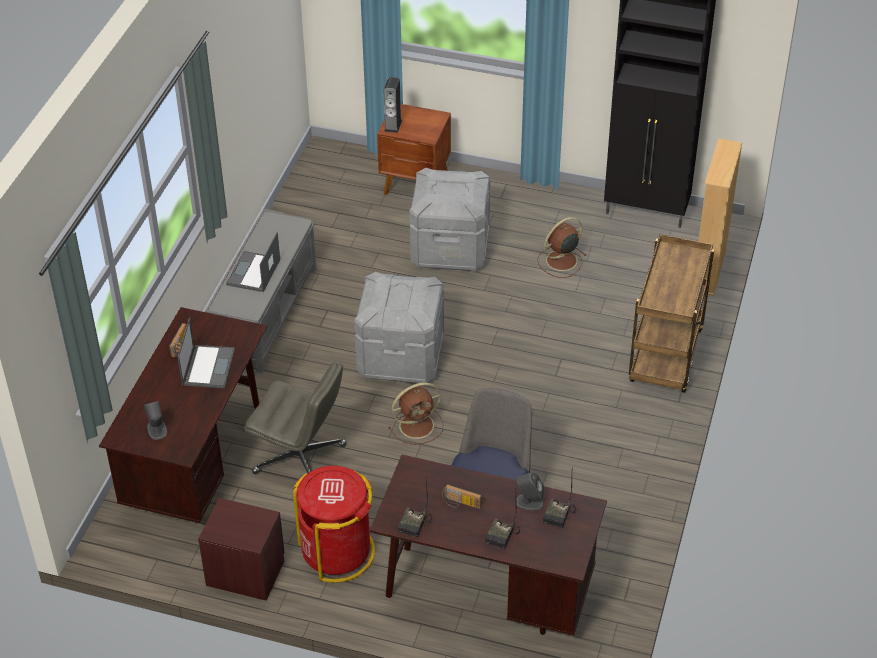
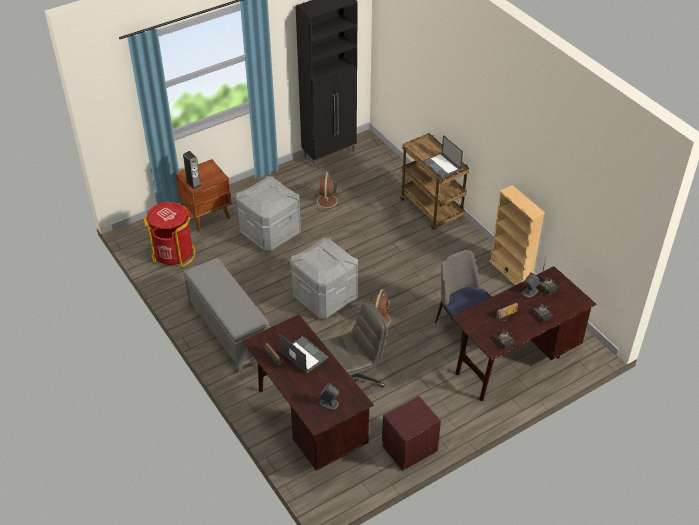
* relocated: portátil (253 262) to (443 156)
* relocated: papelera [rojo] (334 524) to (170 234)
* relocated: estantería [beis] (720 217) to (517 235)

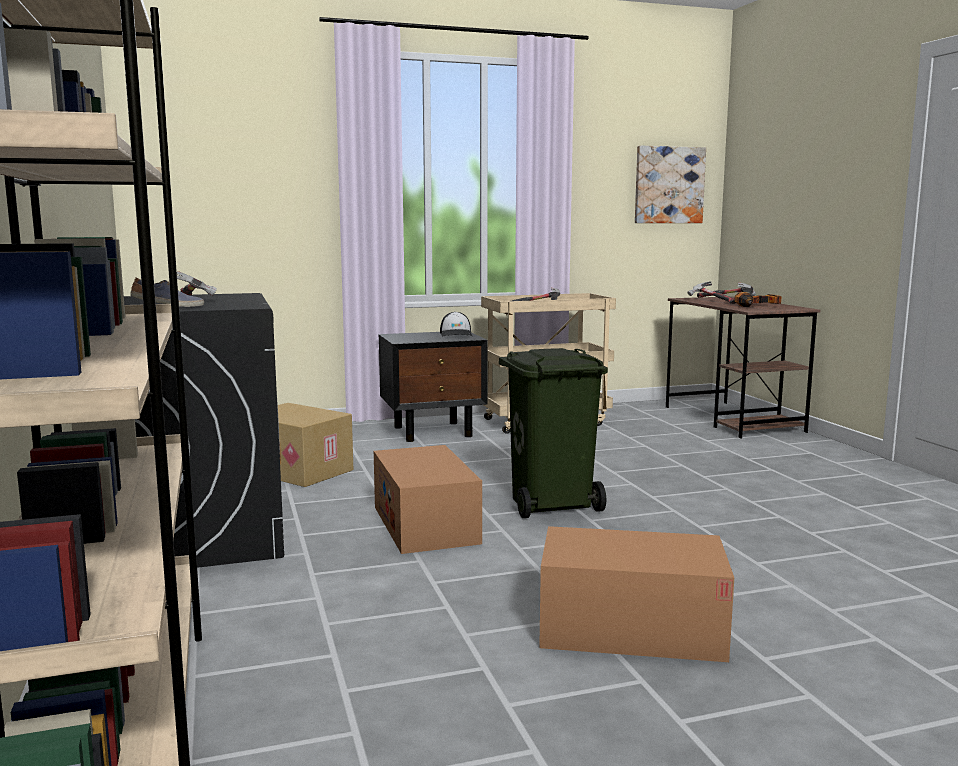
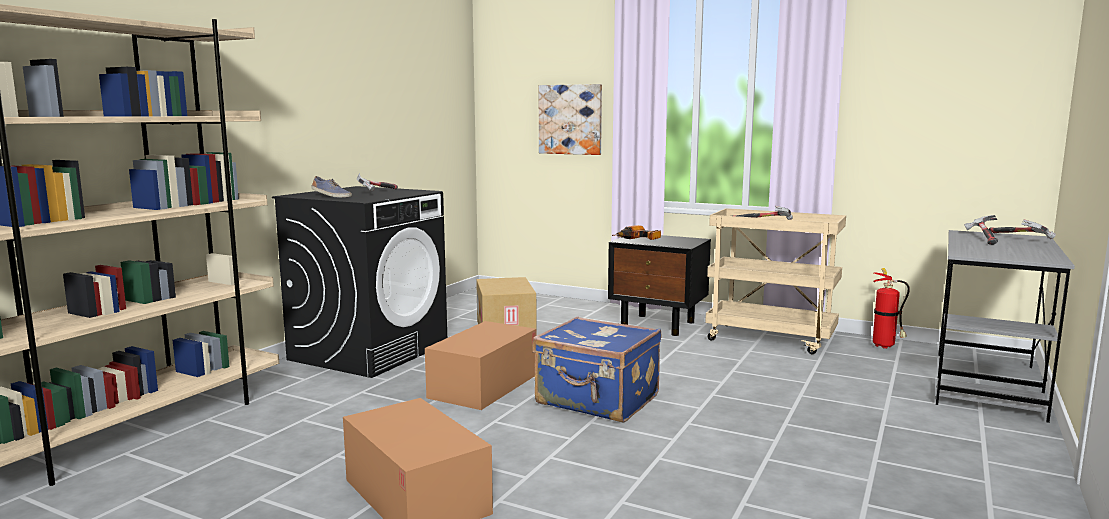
* missing: gorra (456 324)
* appeared: extintor (891 308)
* relocated: cuadro (670 184) to (570 119)
* relocated: taladro (758 299) to (636 232)
* exchanged: papelera [verde] (553 433) to maleta [azul] (596 369)
* colour: escritorio [marrón] (743 367) to escritorio [gris] (1005 326)

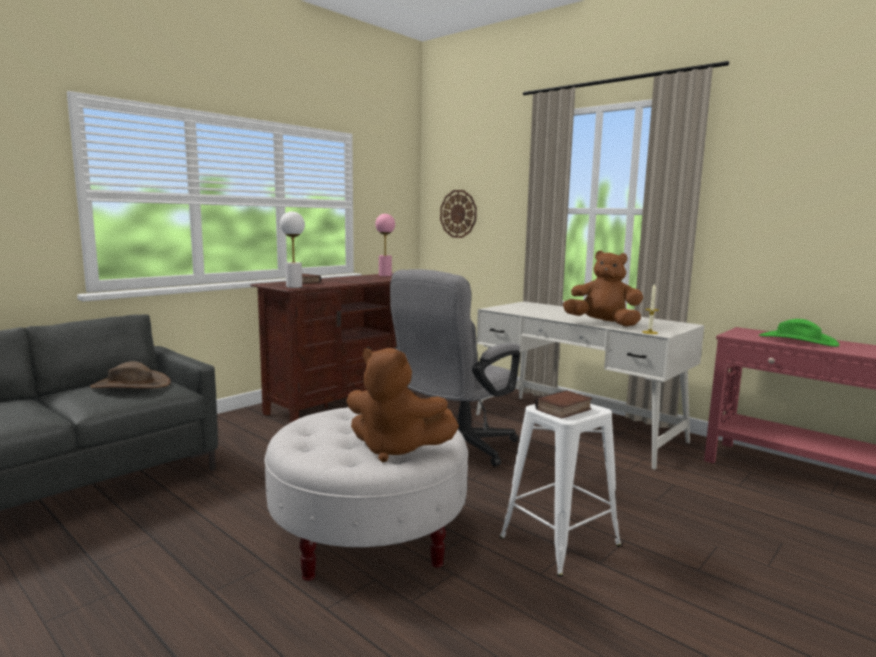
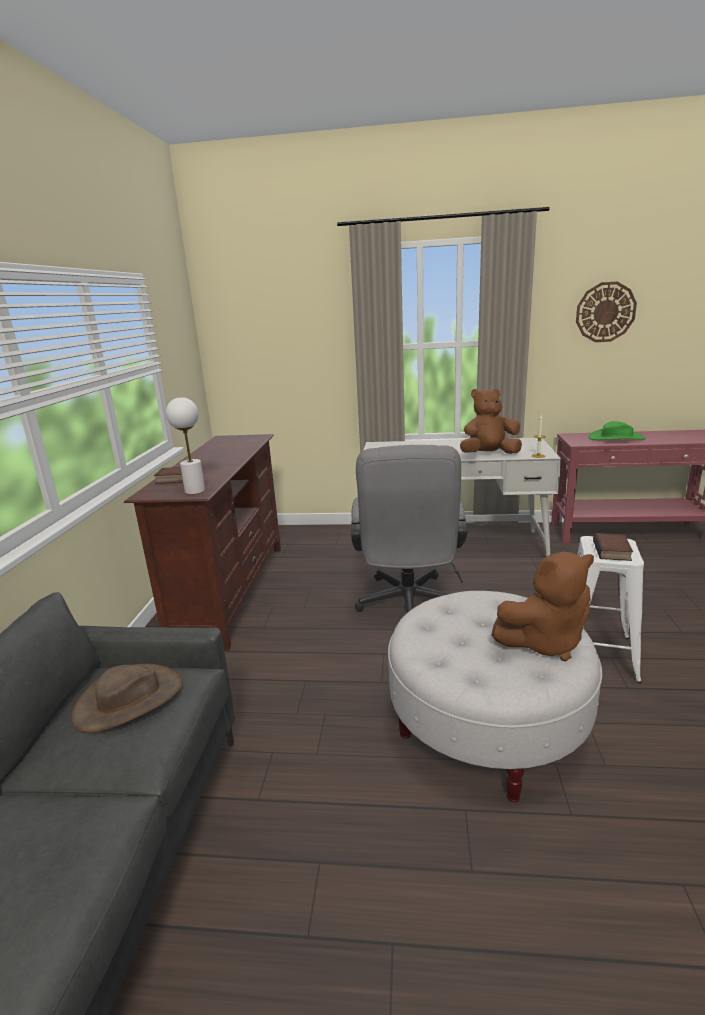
* missing: lámpara de mesa [rosa] (385 245)
* relocated: reloj de pared (458 214) to (606 312)

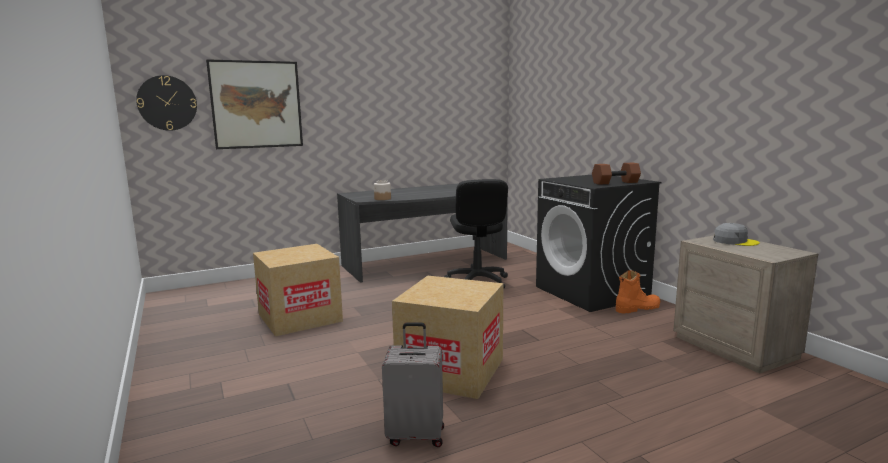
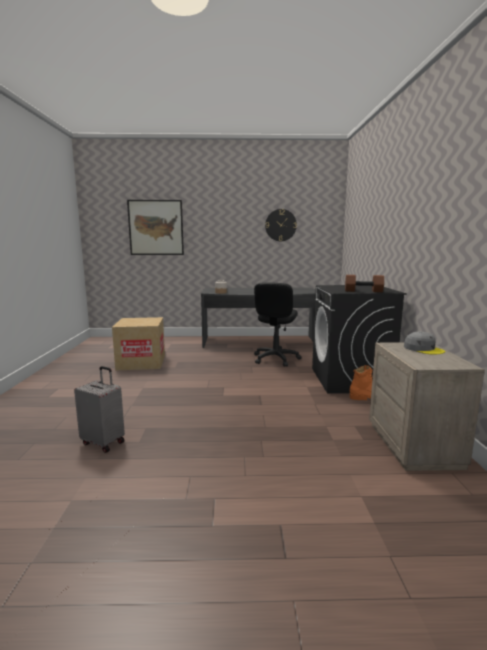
* missing: caja de cartón (447 337)
* relocated: reloj de pared (166 103) to (281 225)

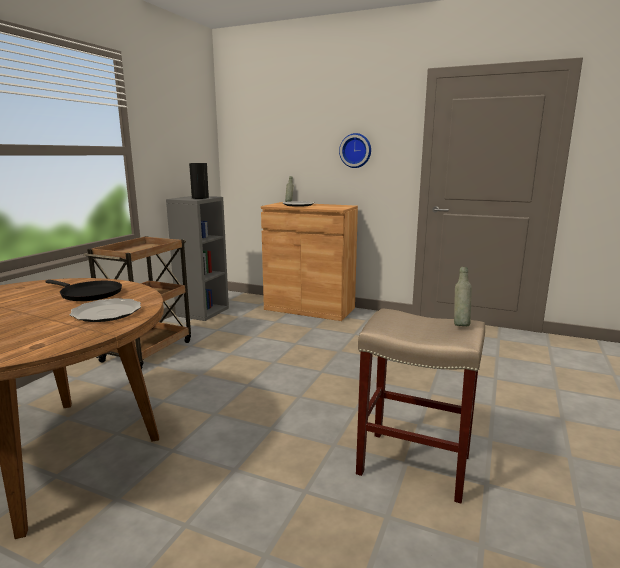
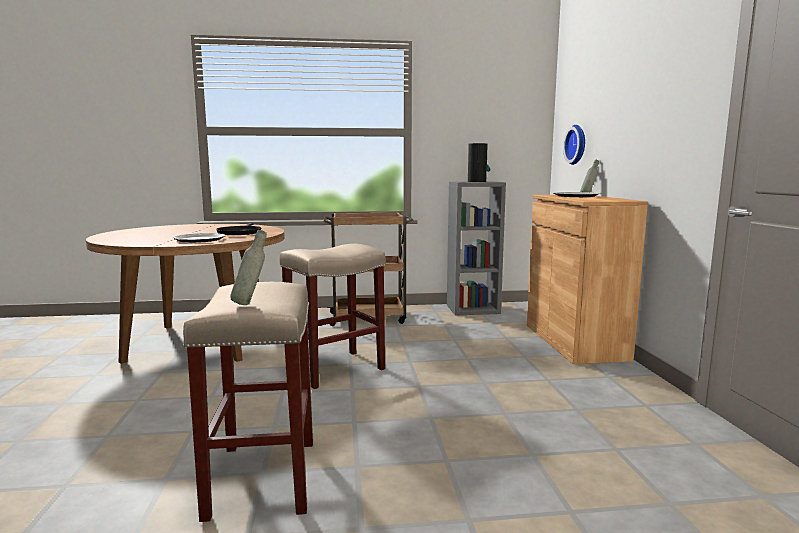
* appeared: taburete [beis] (333 316)
* relocated: reloj de pared (355 150) to (574 145)

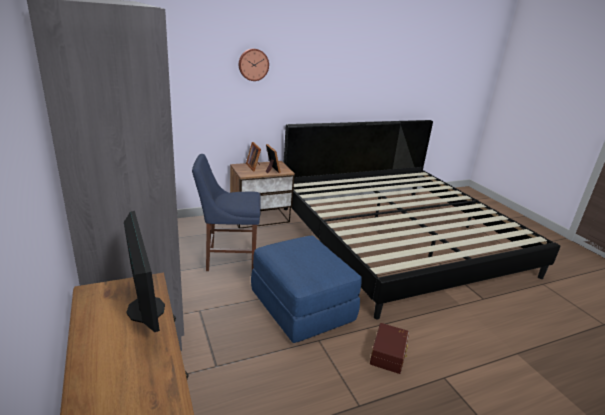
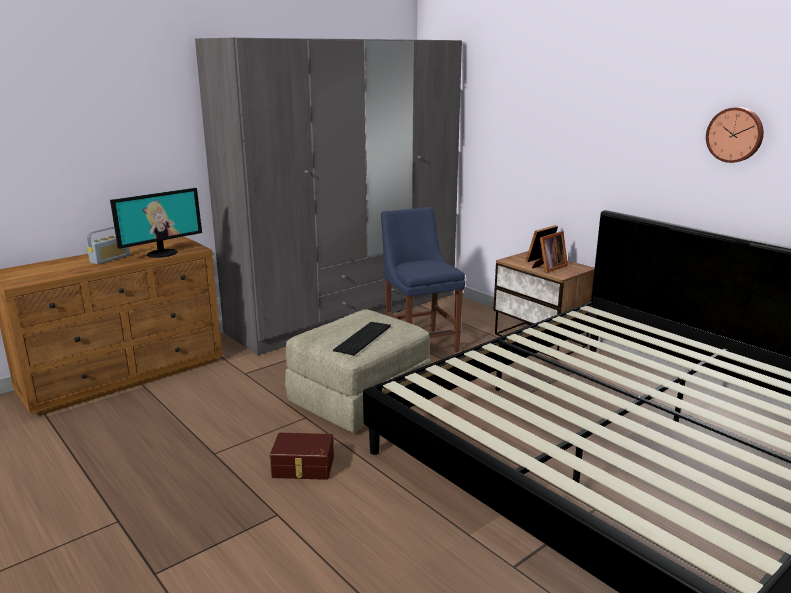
* appeared: radio (108 245)
* appeared: teclado (362 338)
* relocated: reloj de pared (254 65) to (735 135)
* colour: puf [azul] (306 289) to puf [beis] (358 370)

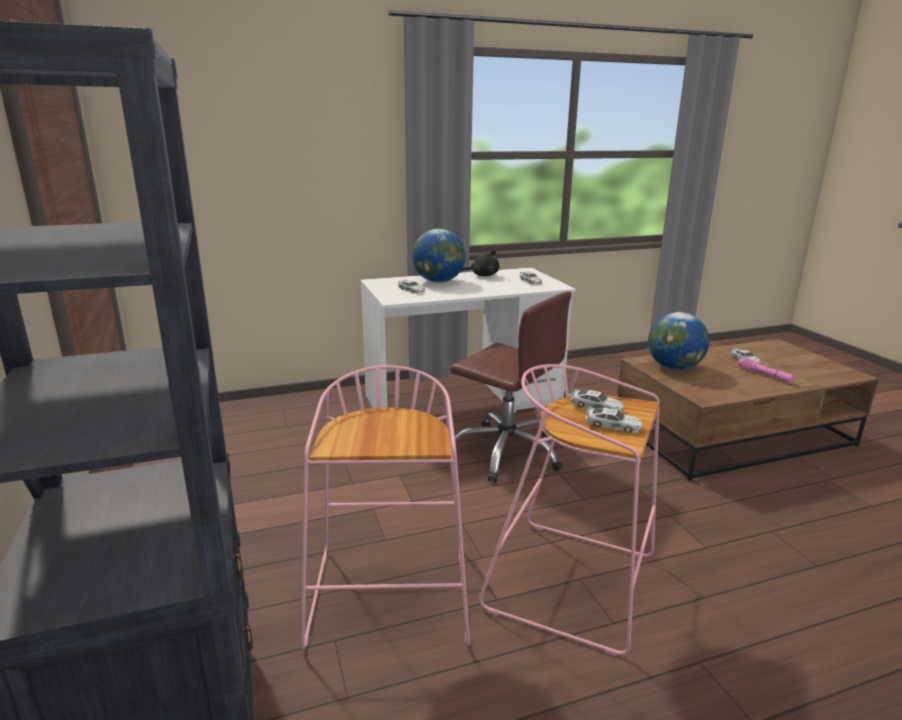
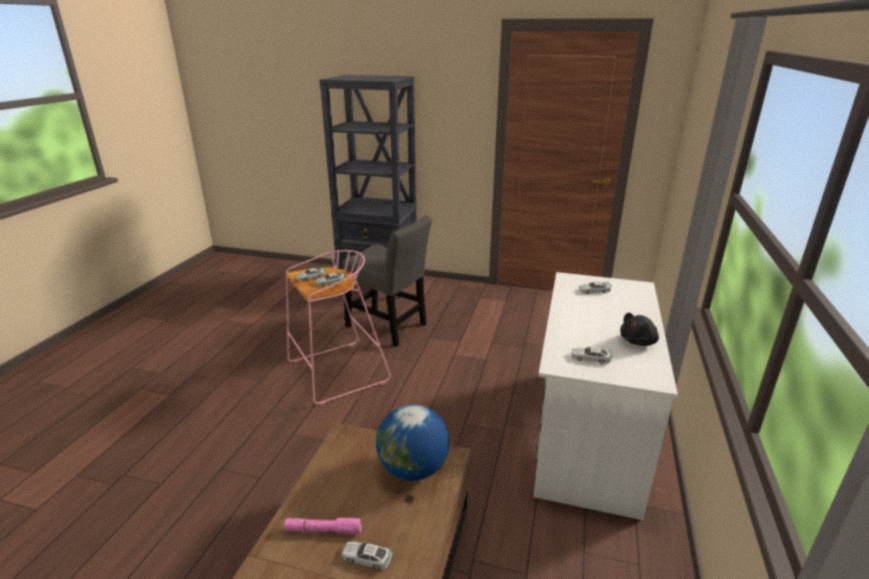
* missing: globo terráqueo (438 256)
* missing: silla de oficina [marrón] (511 386)
* exchanged: taburete [rosa] (385 507) to silla [gris] (387 281)

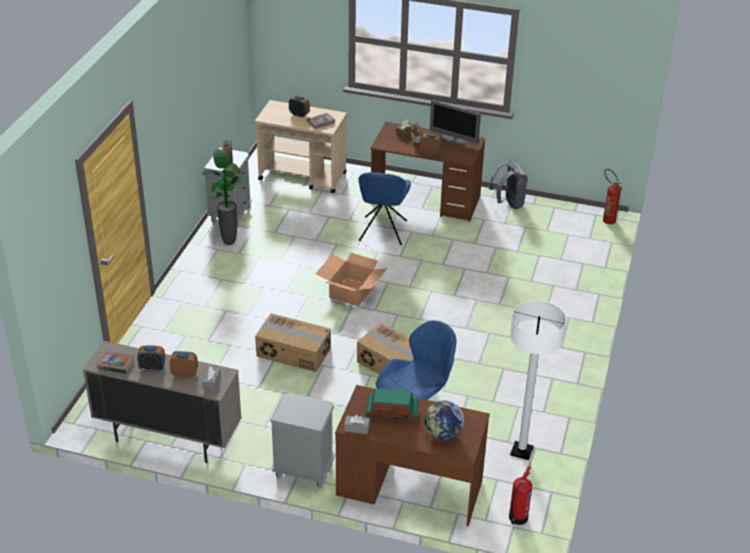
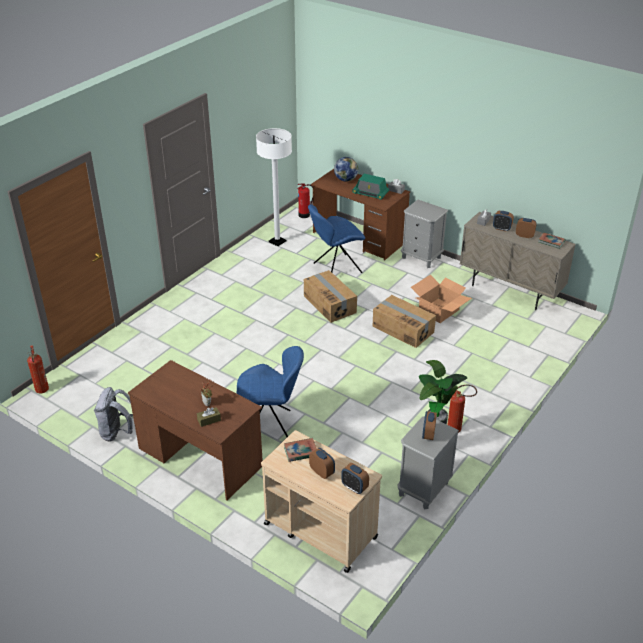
* missing: monitor (455 122)
* appeared: extintor (462 409)
* relocated: caja de cartón (351 280) to (441 298)
* relocated: despertador (431 144) to (355 478)
* spun: silla [azul] (384 208) = (270 391) 60 degrees clockwise

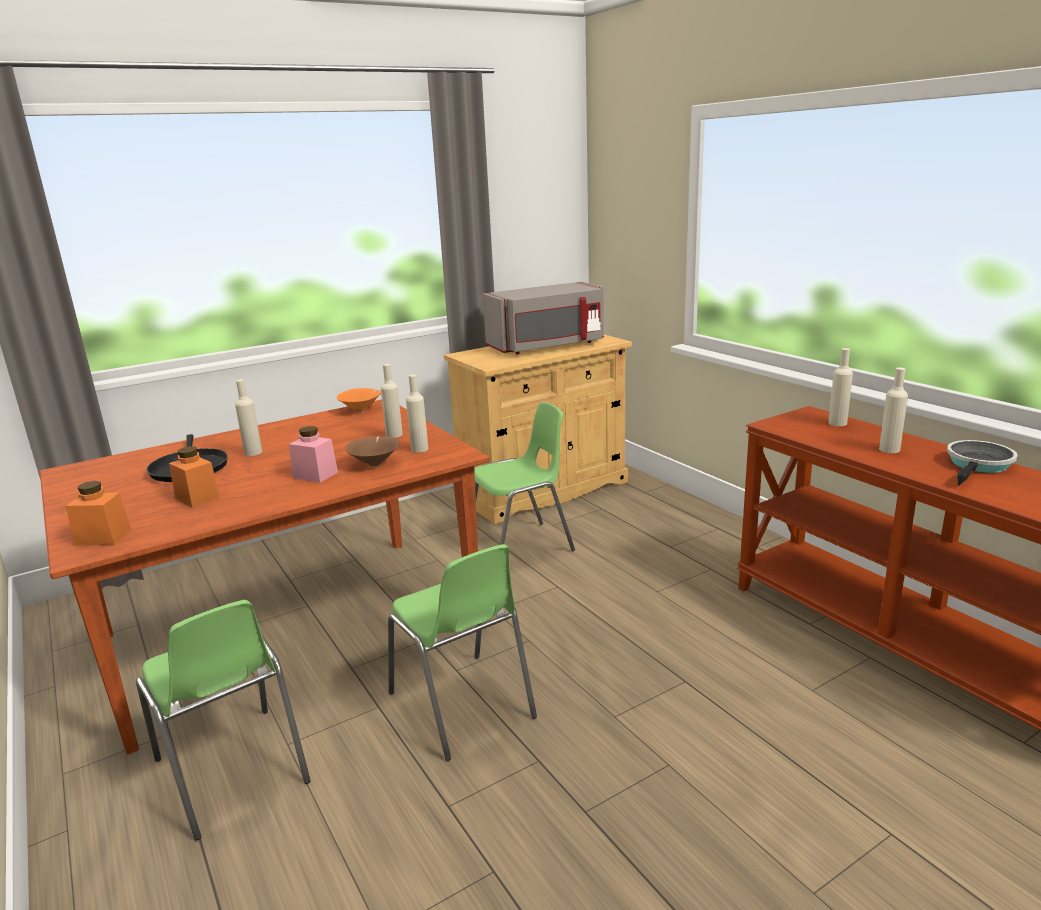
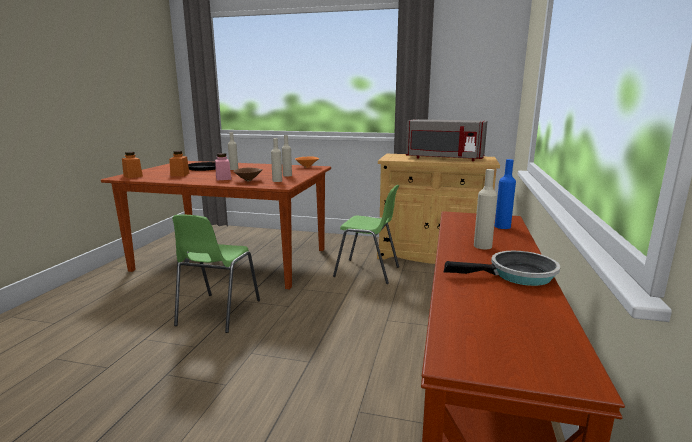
* missing: silla [verde] (223 720)
* colour: botella [beis] (840 387) to botella [azul] (505 194)

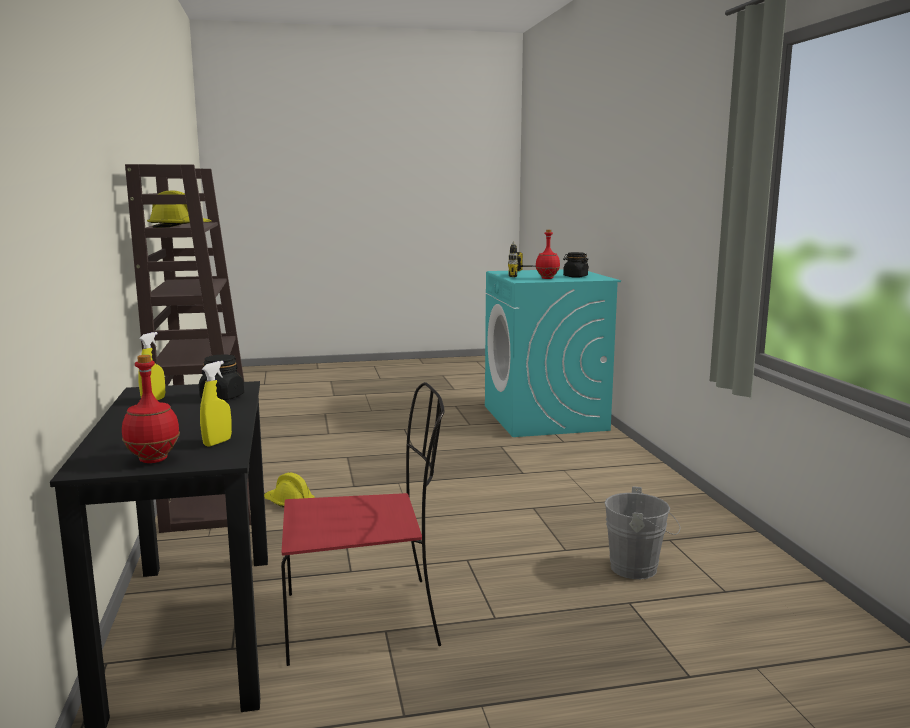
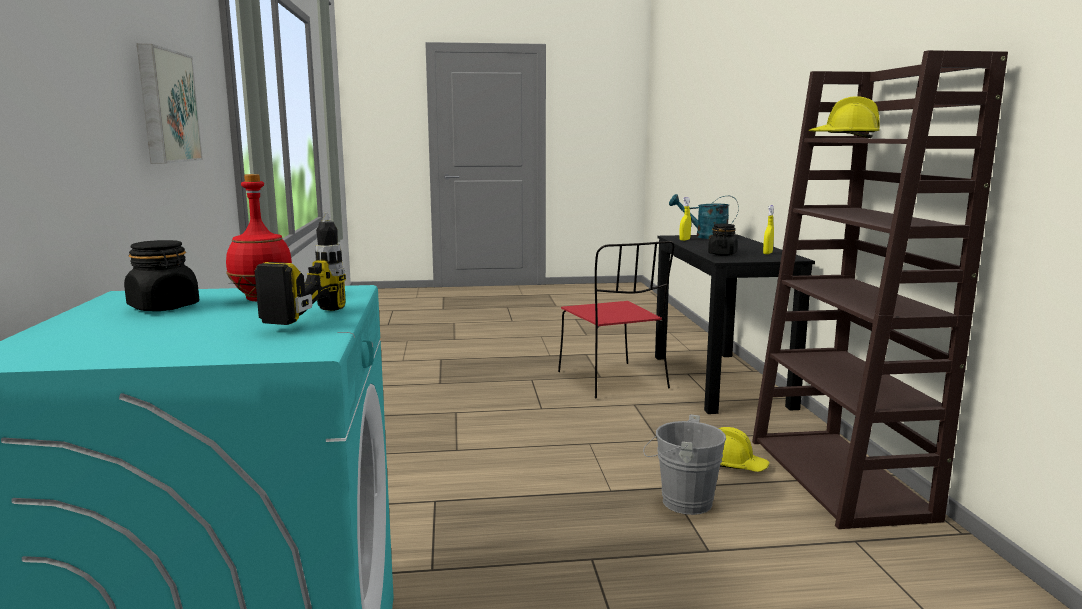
* appeared: cuadro (170 104)
* relocated: cubo [gris] (642 532) to (684 465)
* exchanged: botella [rojo] (151 409) to regadera [turquesa] (704 216)
* spun: silla [rojo] (362 524) = (616 319) 105 degrees counterclockwise

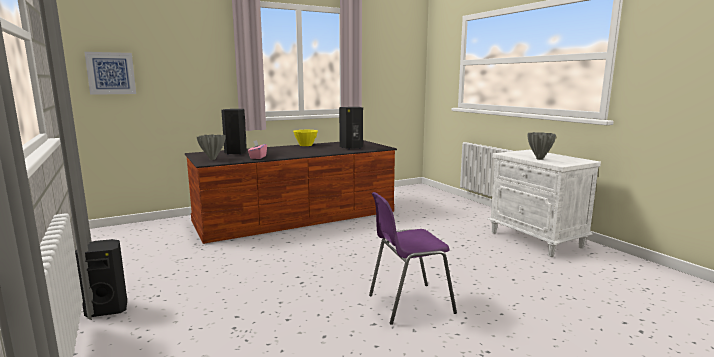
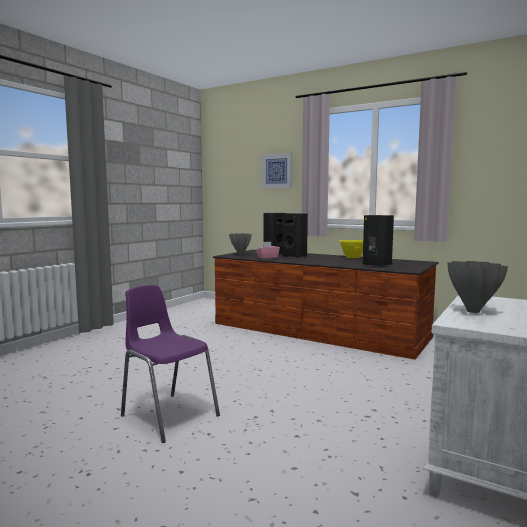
* relocated: altavoz [negro] (101 278) to (295 235)
* relocated: cuadro (110 73) to (277 170)

